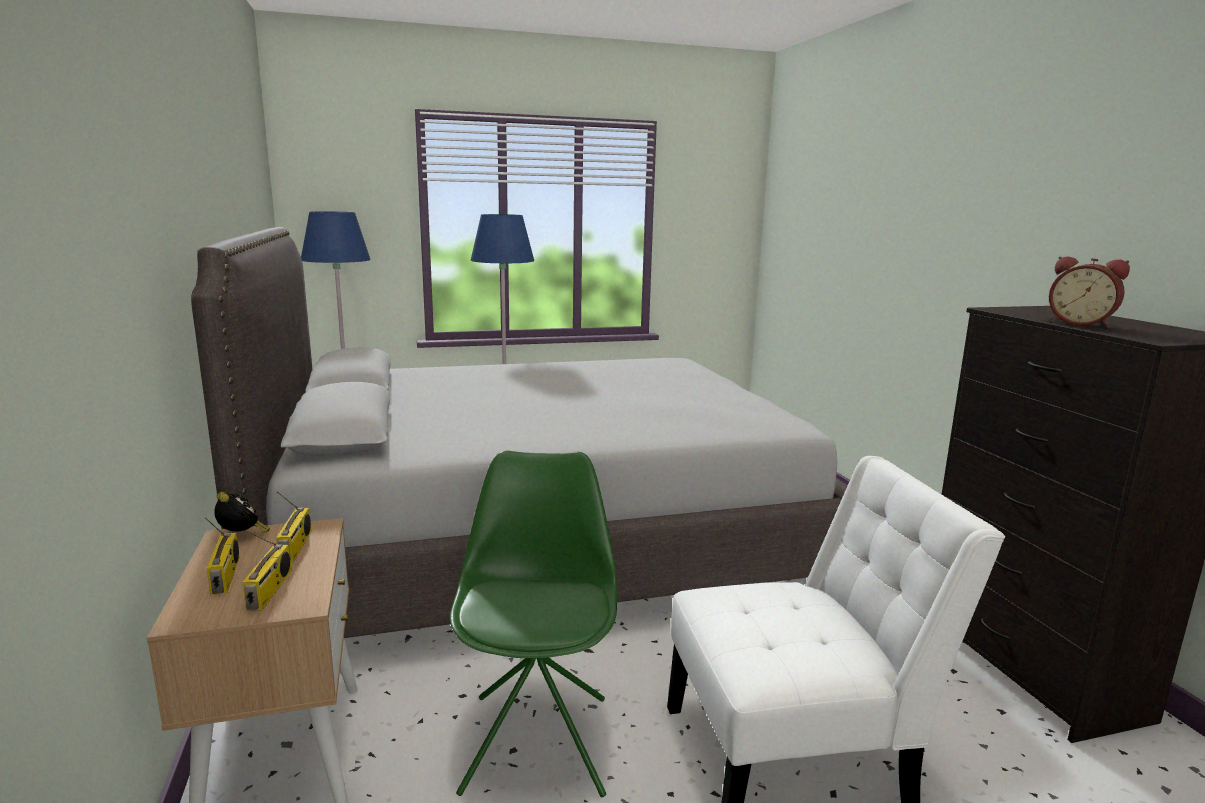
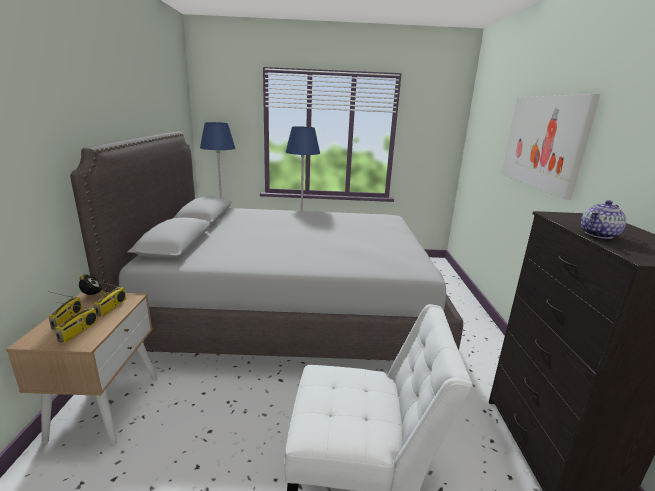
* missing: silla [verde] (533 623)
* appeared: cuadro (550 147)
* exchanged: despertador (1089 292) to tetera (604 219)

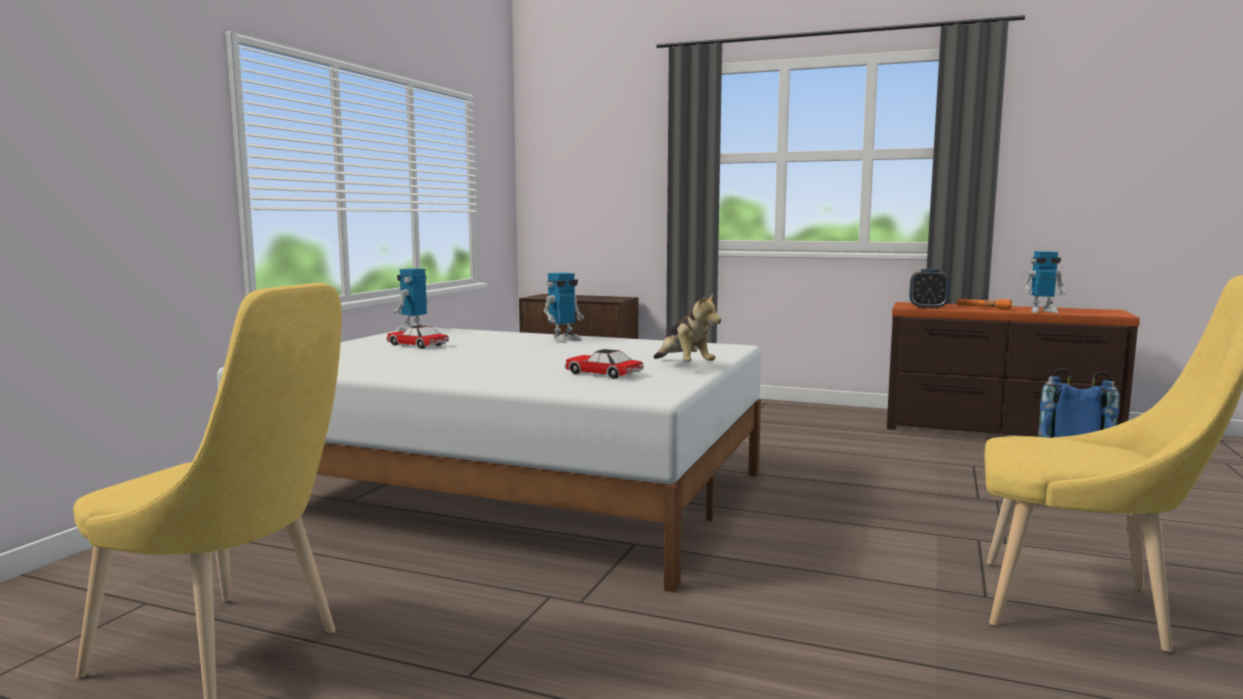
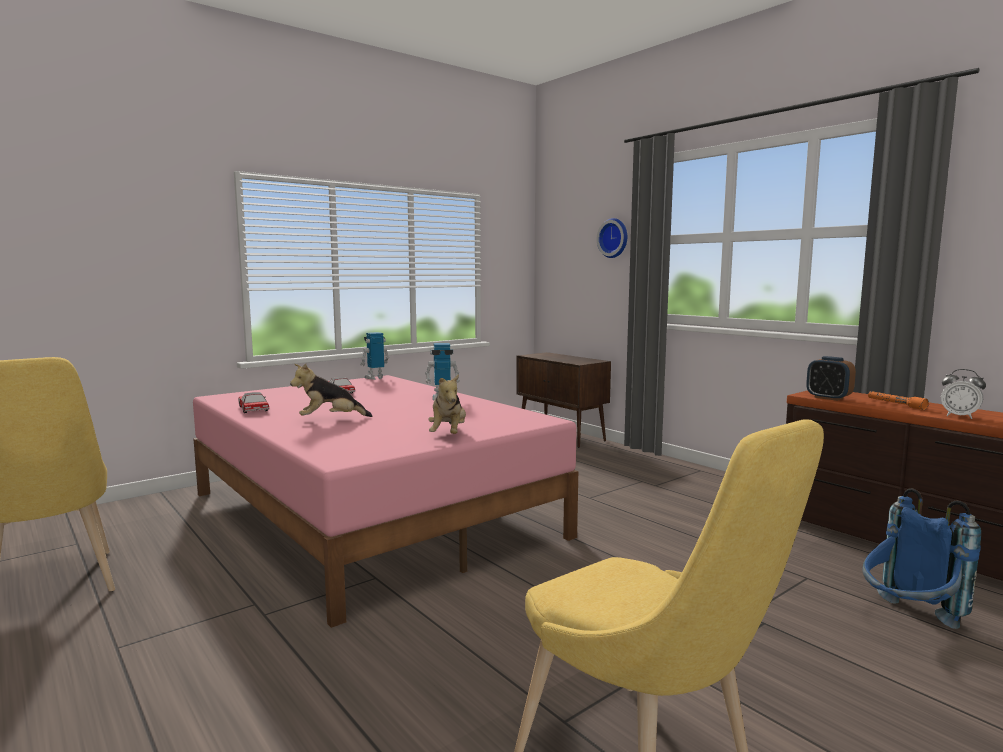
* appeared: peluche (331 390)
* appeared: reloj de pared (612 238)
* relocated: coche de juguete (604 364) to (253 402)
* exchanged: robot de juguete (1044 282) to despertador (963 394)
* colour: cama [blanco] (489 460) to cama [rosa] (385 501)

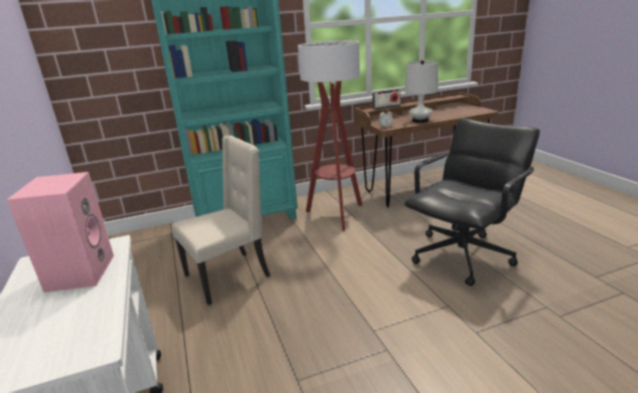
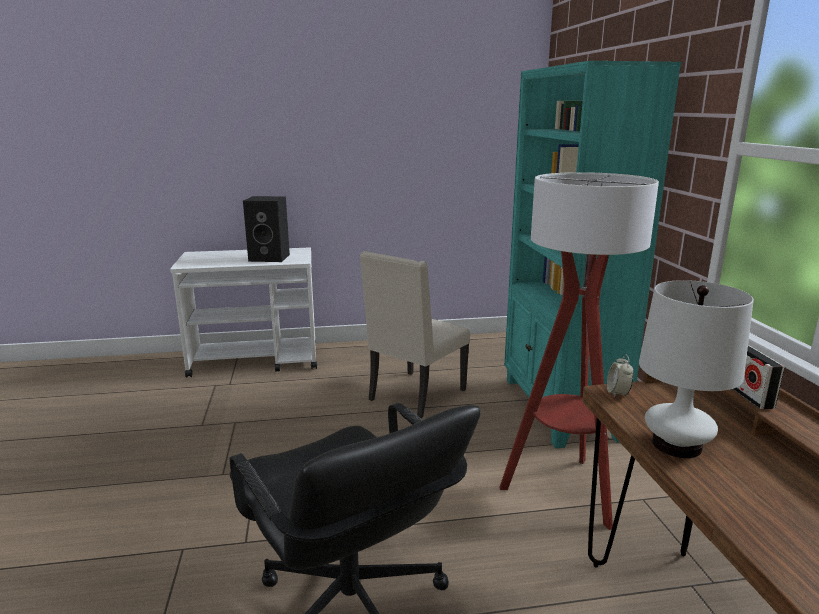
* colour: altavoz [rosa] (60 232) to altavoz [negro] (266 229)
* spun: silla [beis] (221 220) = (415 334) 60 degrees clockwise

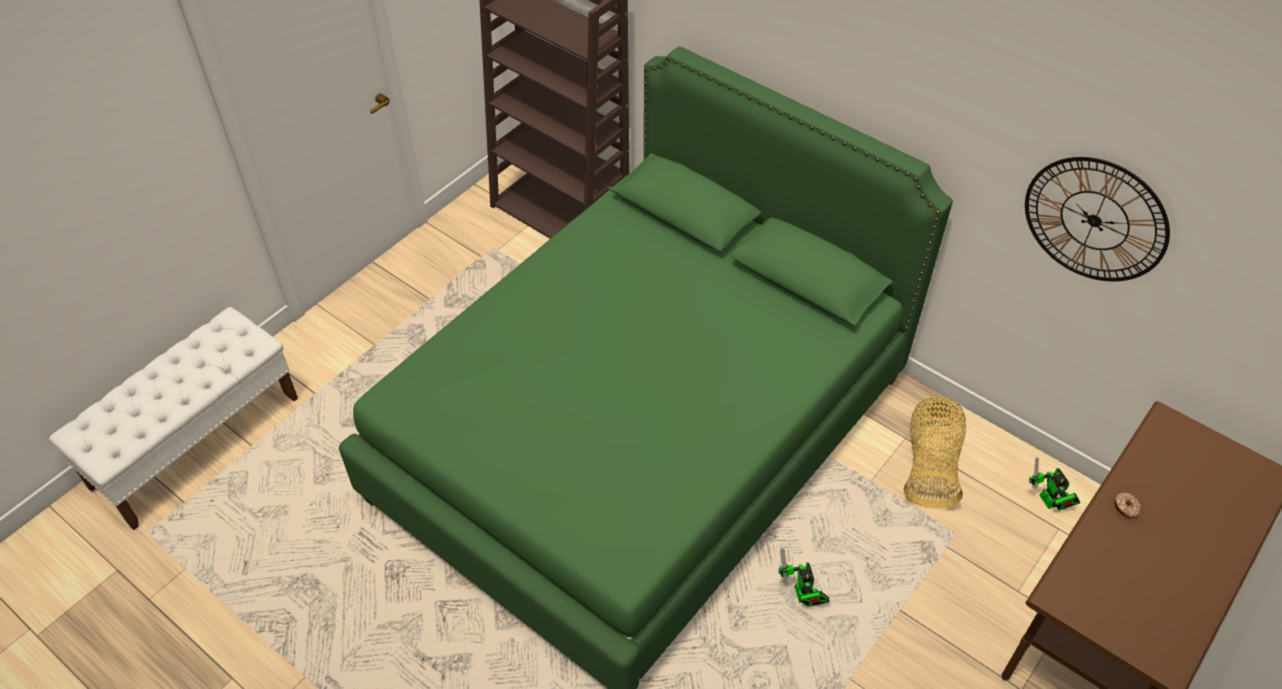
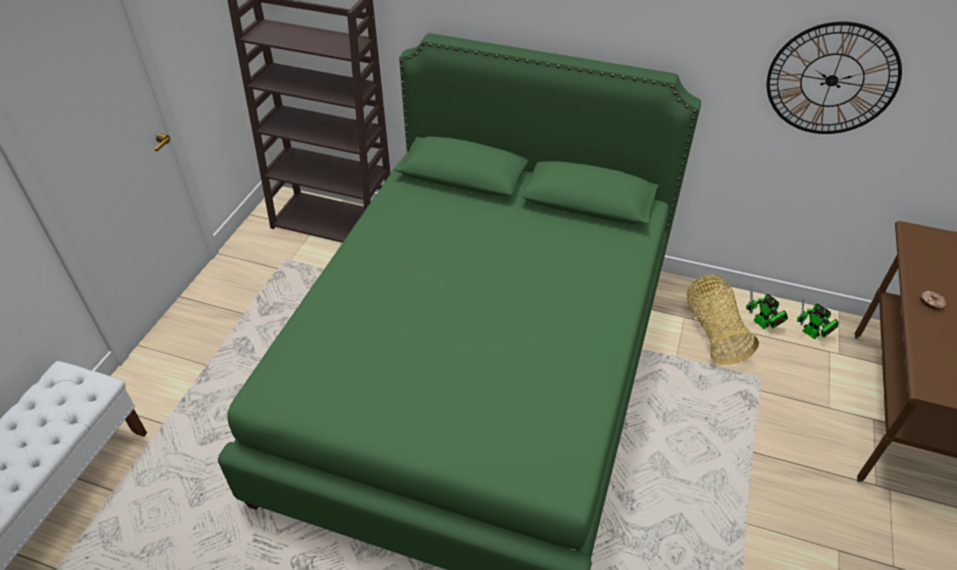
* relocated: robot de juguete (804 577) to (767 307)

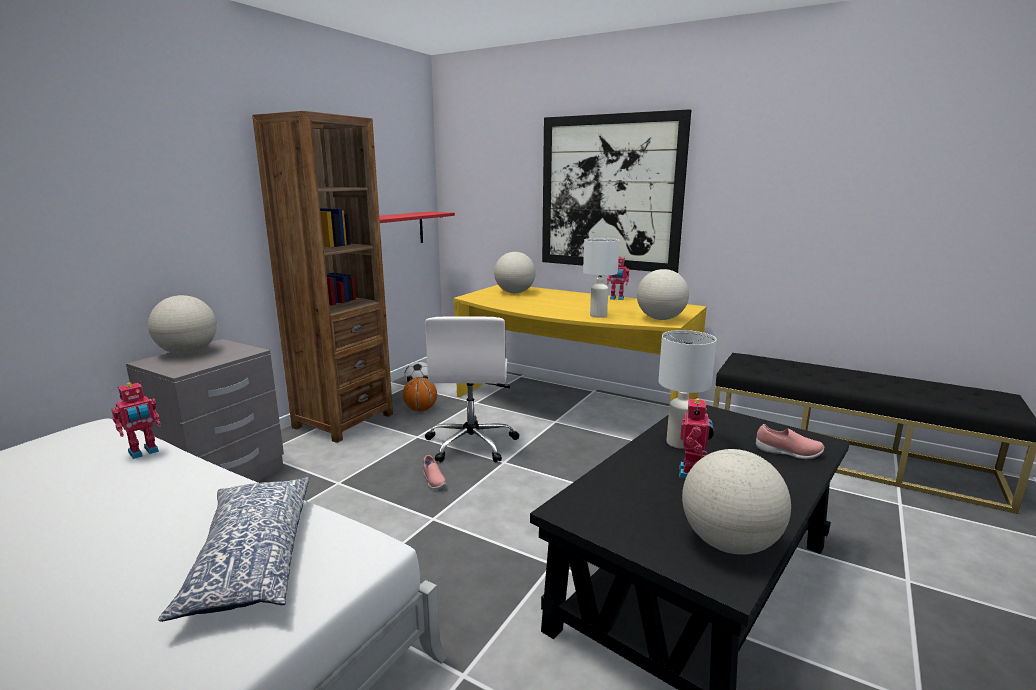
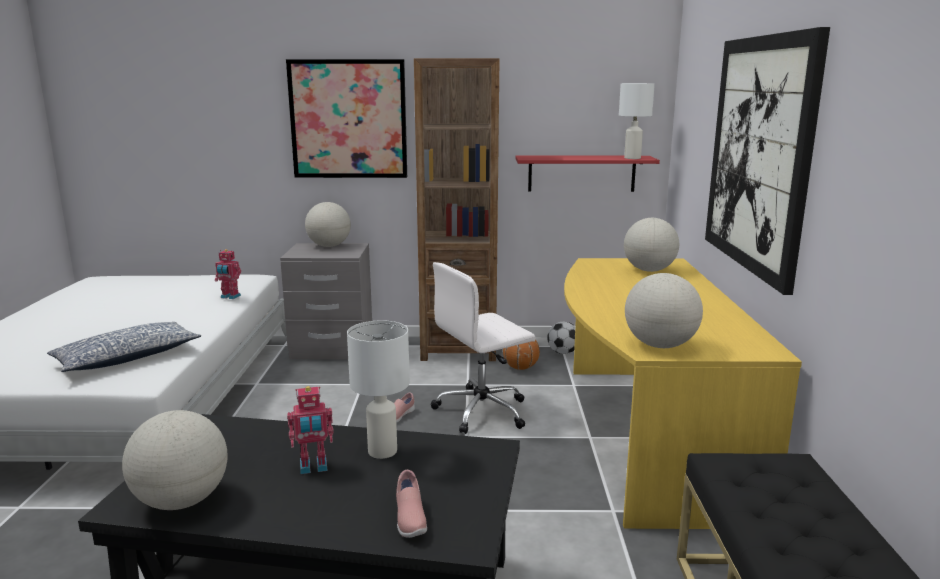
* missing: robot de juguete (618 278)
* appeared: cuadro (346 118)
* relocated: lámpara de mesa [blanco] (601 278) to (637 121)

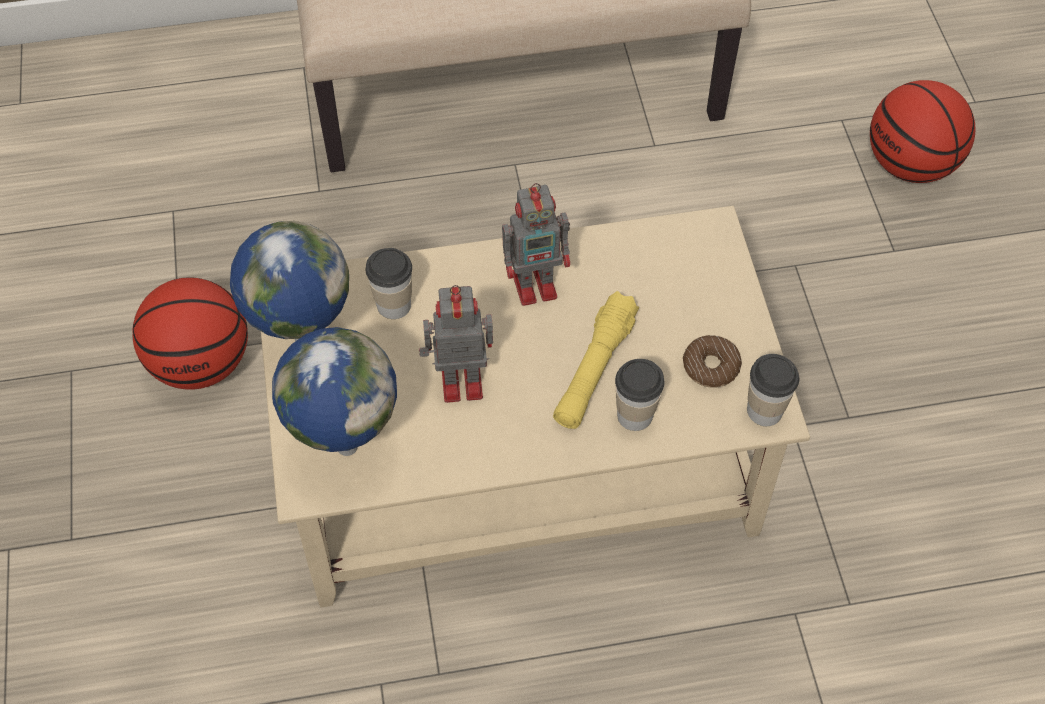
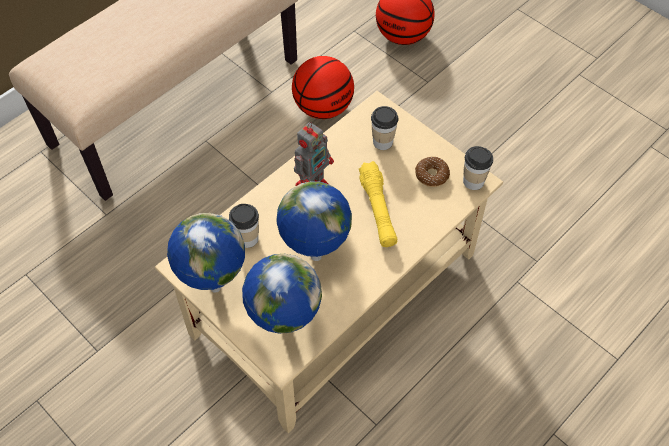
* relocated: balón de baloncesto (190 333) to (323 87)
* relocated: taza (639 395) to (385 128)
* exchanged: robot de juguete (456 344) to globo terráqueo (314 221)

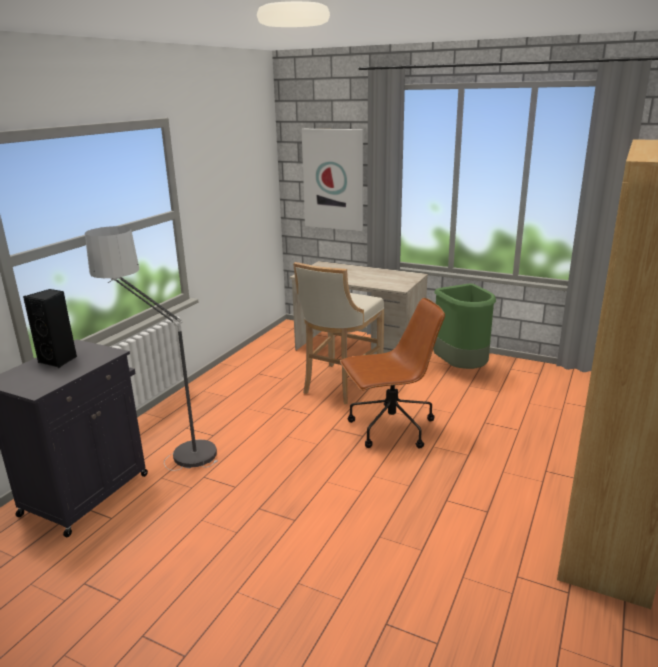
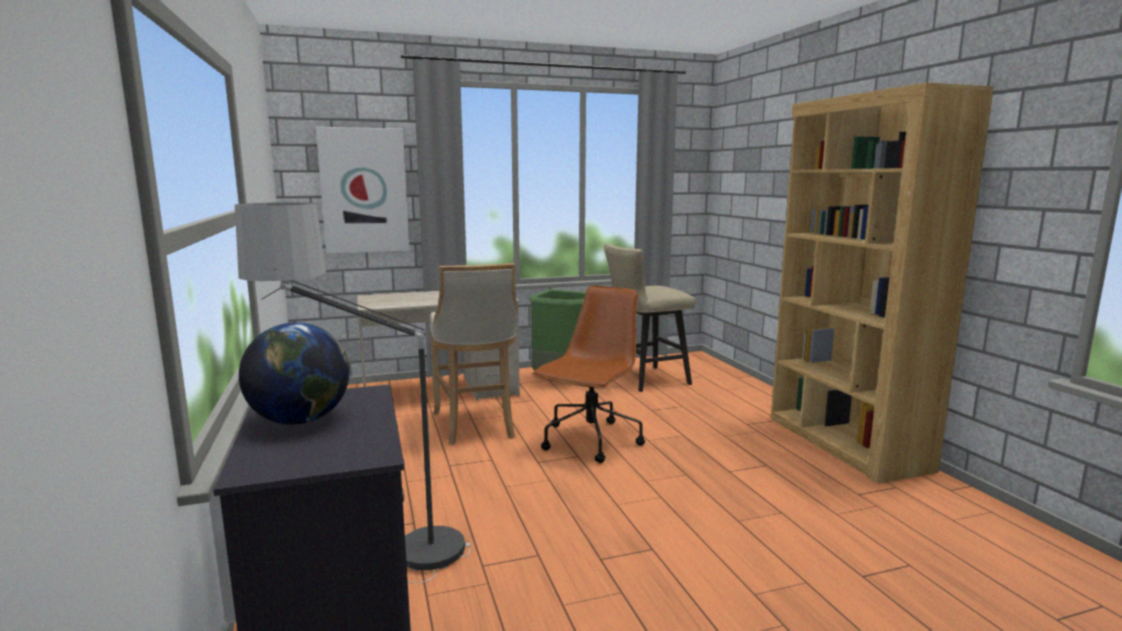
* appeared: taburete [beis] (649 317)
* exchanged: altavoz [negro] (50 328) to globo terráqueo (294 373)

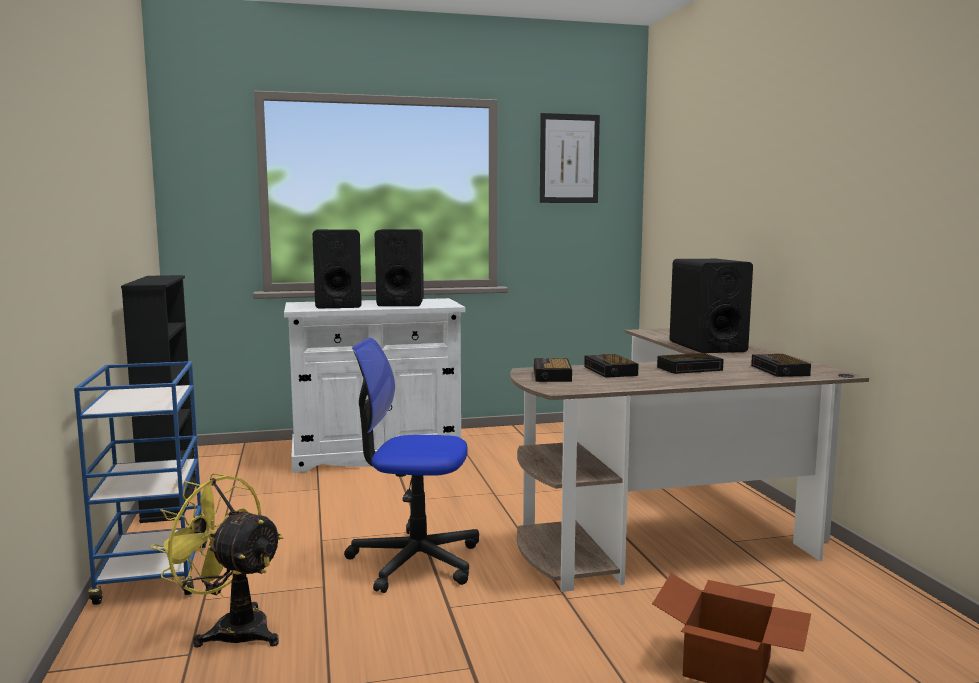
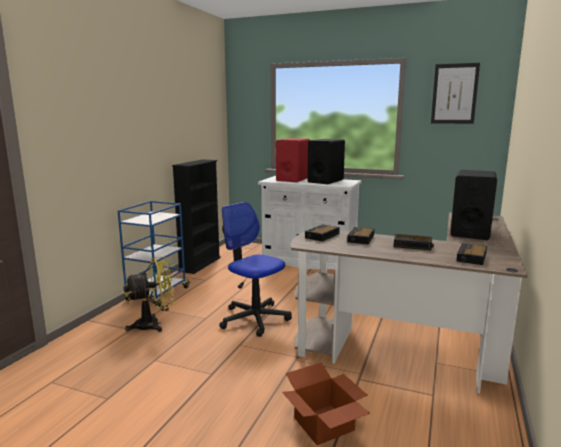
* colour: altavoz [negro] (337 269) to altavoz [rojo] (293 160)
* spun: ventilador [amarillo] (217 560) = (149 294) 90 degrees clockwise

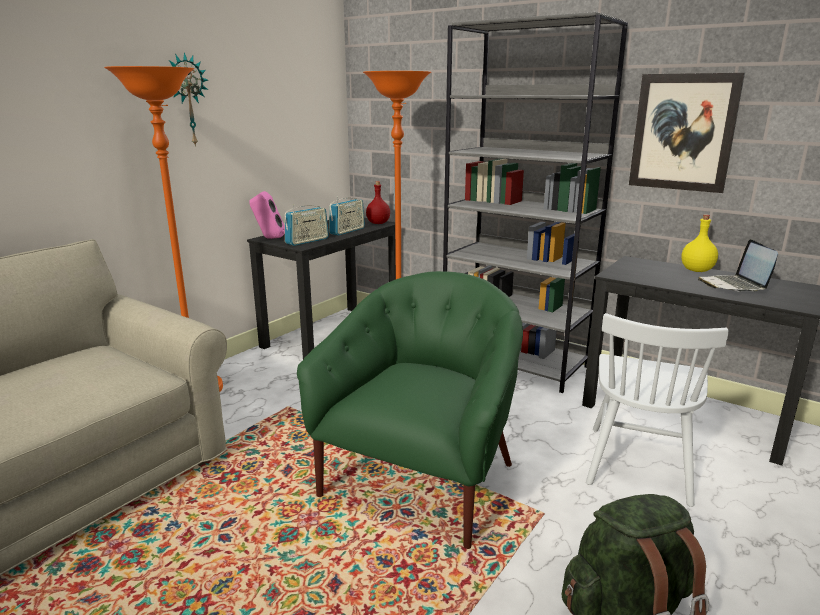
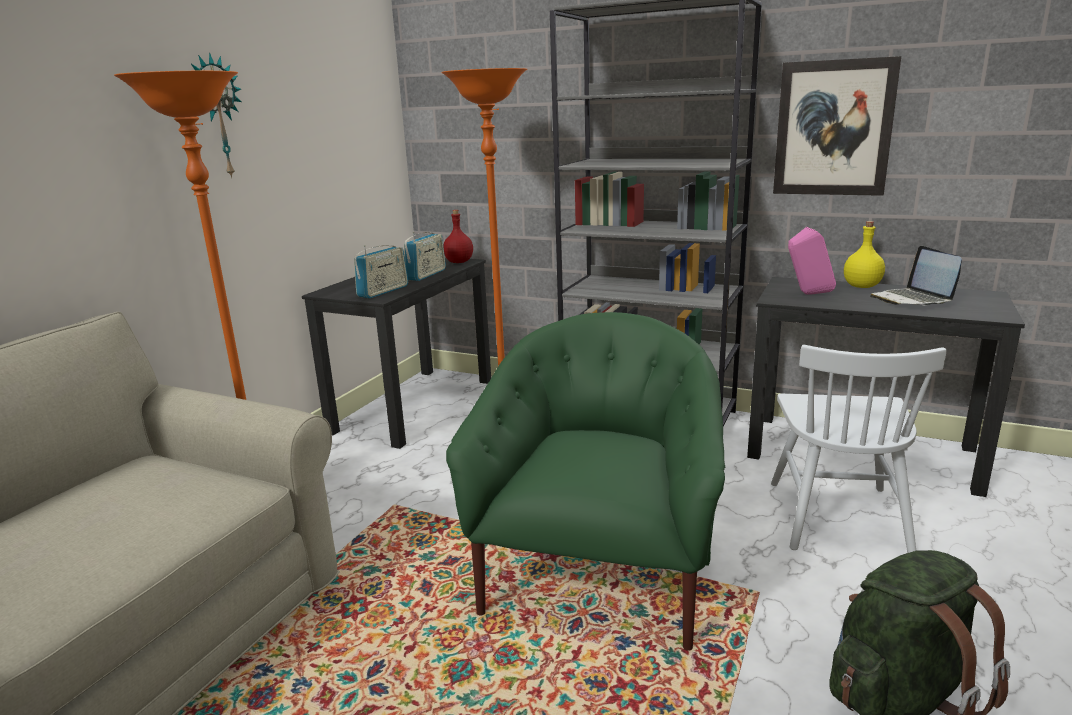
* relocated: altavoz [rosa] (267 215) to (812 260)

